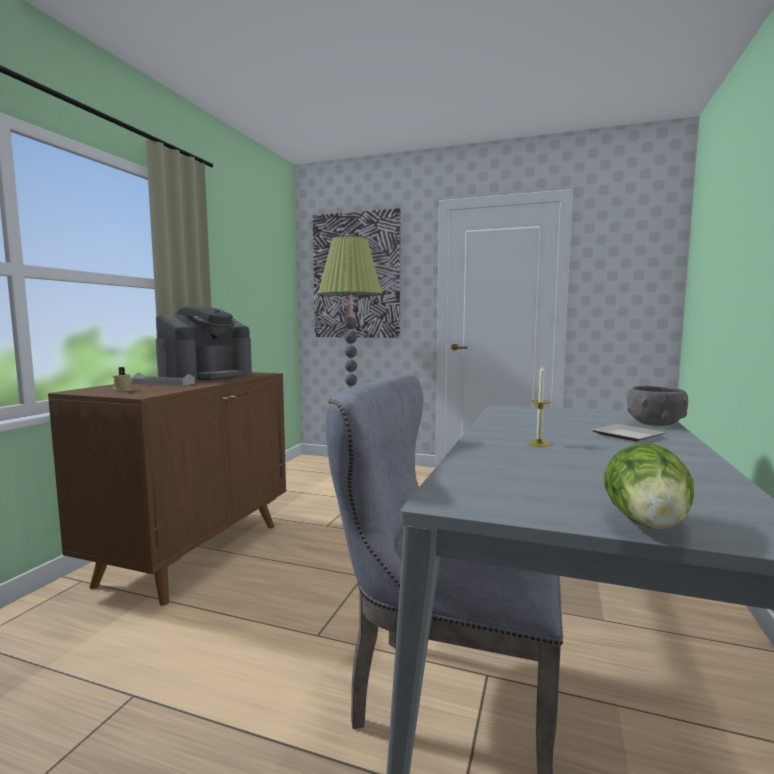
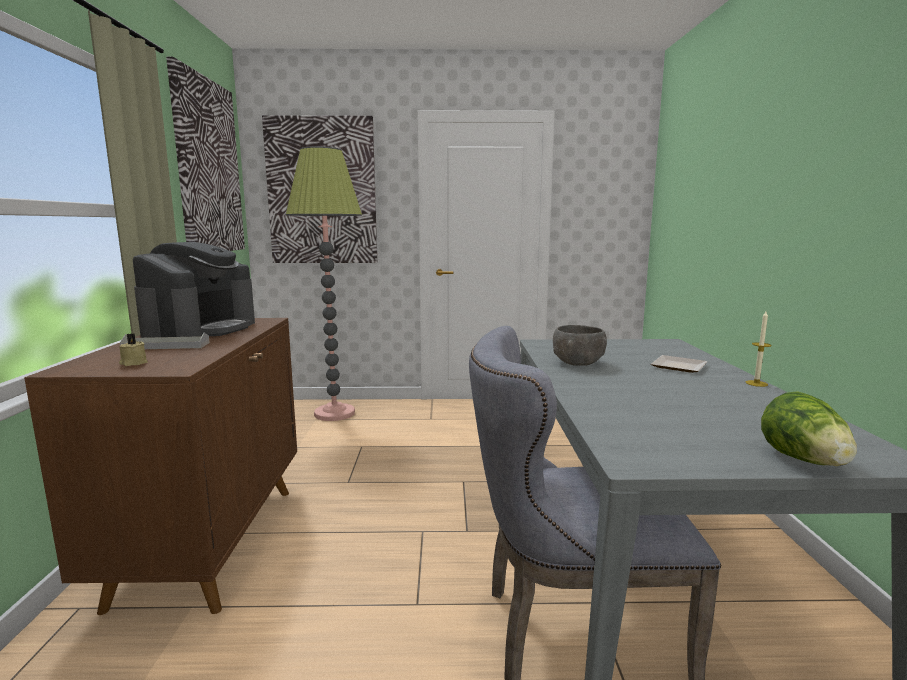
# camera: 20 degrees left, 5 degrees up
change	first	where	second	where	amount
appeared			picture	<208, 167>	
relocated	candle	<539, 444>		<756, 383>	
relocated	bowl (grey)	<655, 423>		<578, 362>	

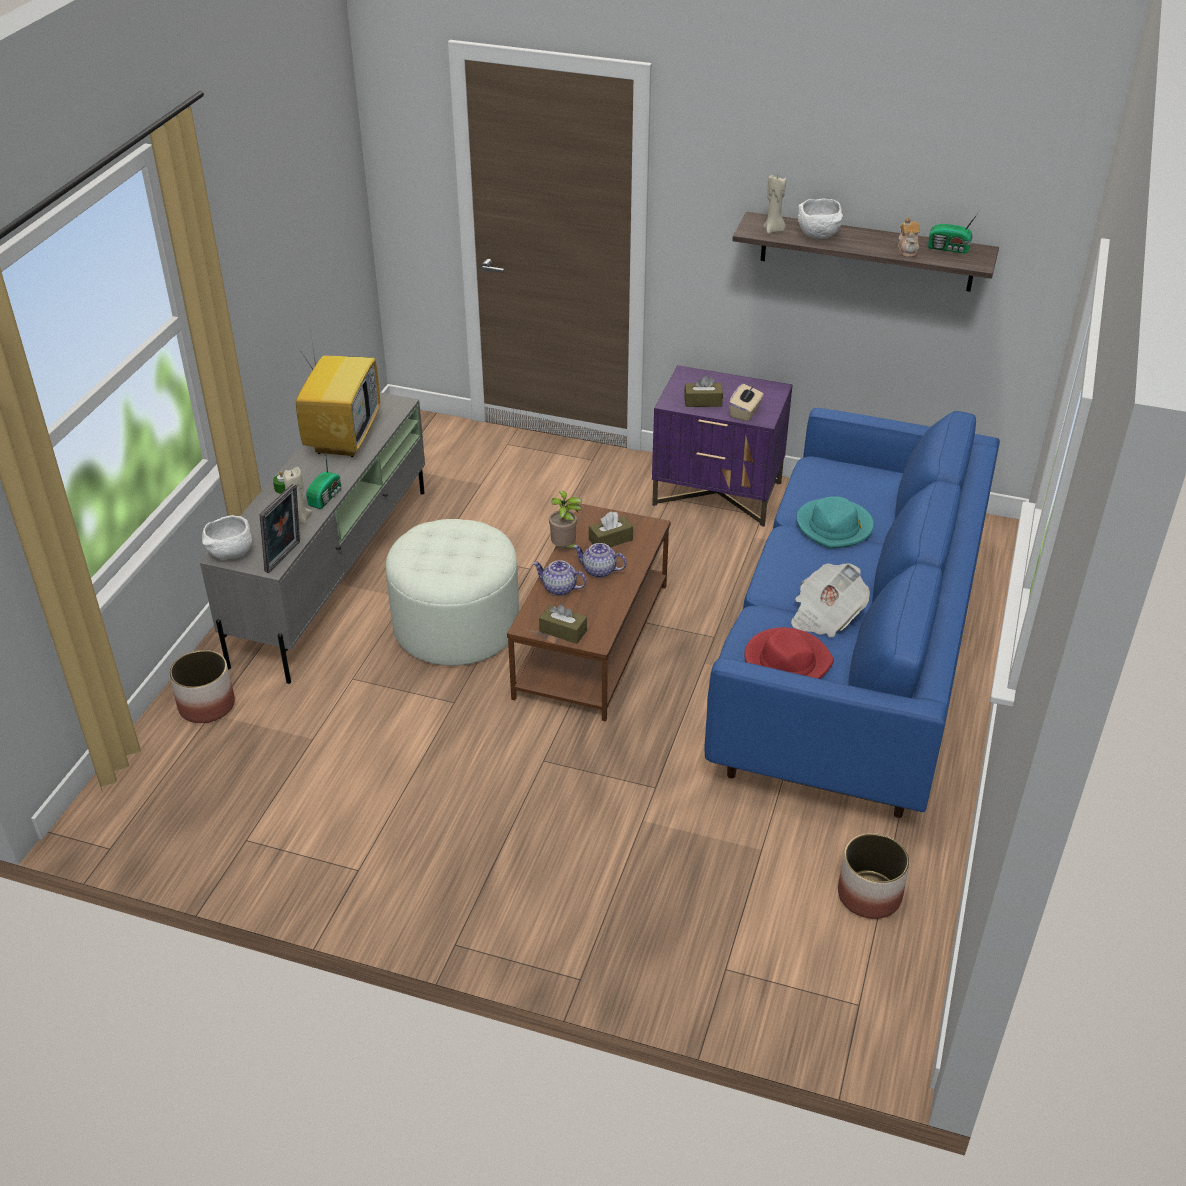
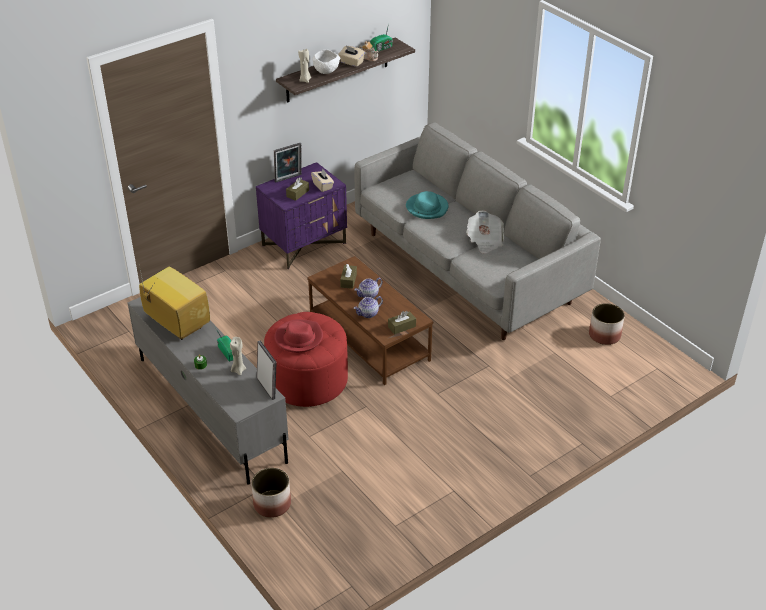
# camera: 55 degrees left, 0 degrees up
change	first	where	second	where	amount
missing	bowl (white)	<230, 554>			
missing	potted plant	<565, 548>			
appeared			picture frame	<288, 179>	
appeared			tissue box (beige)	<351, 62>	
relocated	hat (red)	<787, 661>		<298, 338>	
colour	ottoman (white)	<456, 625>	ottoman (red)	<307, 380>	
colour	sofa (blue)	<847, 664>	sofa (grey)	<467, 269>	

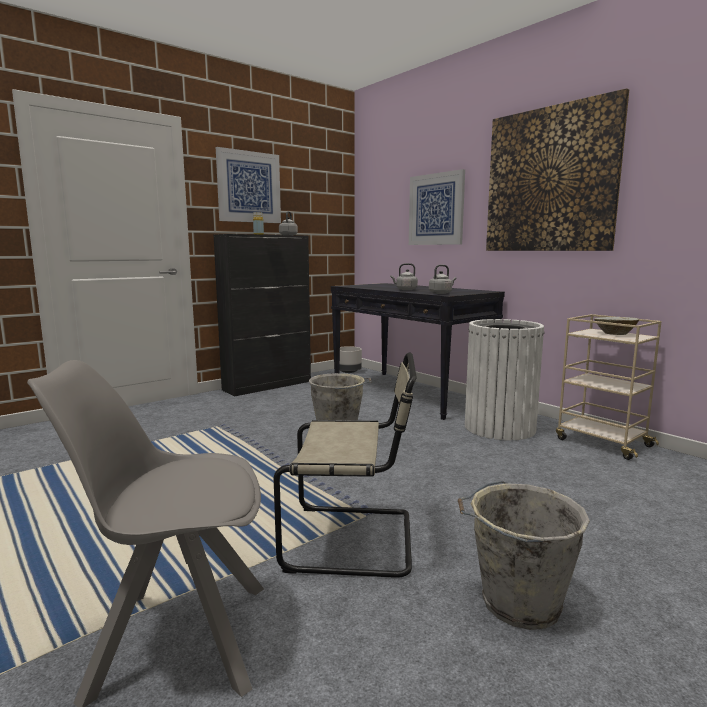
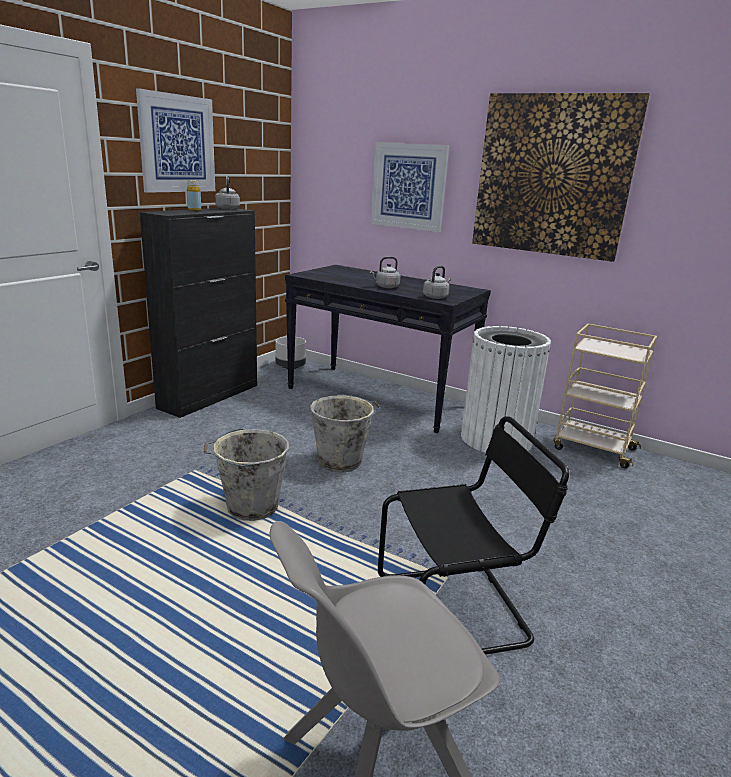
# camera: 20 degrees left, 10 degrees up
change	first	where	second	where	amount
missing	bowl (beige)	<614, 334>			
relocated	bucket (grey)	<517, 602>		<250, 507>	
colour	chair (beige)	<355, 540>	chair (black)	<457, 610>	

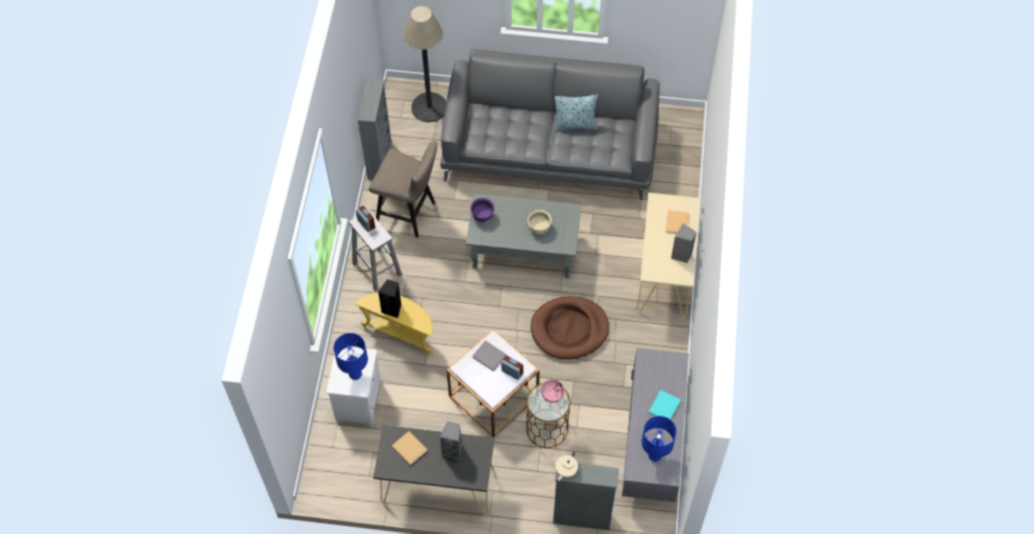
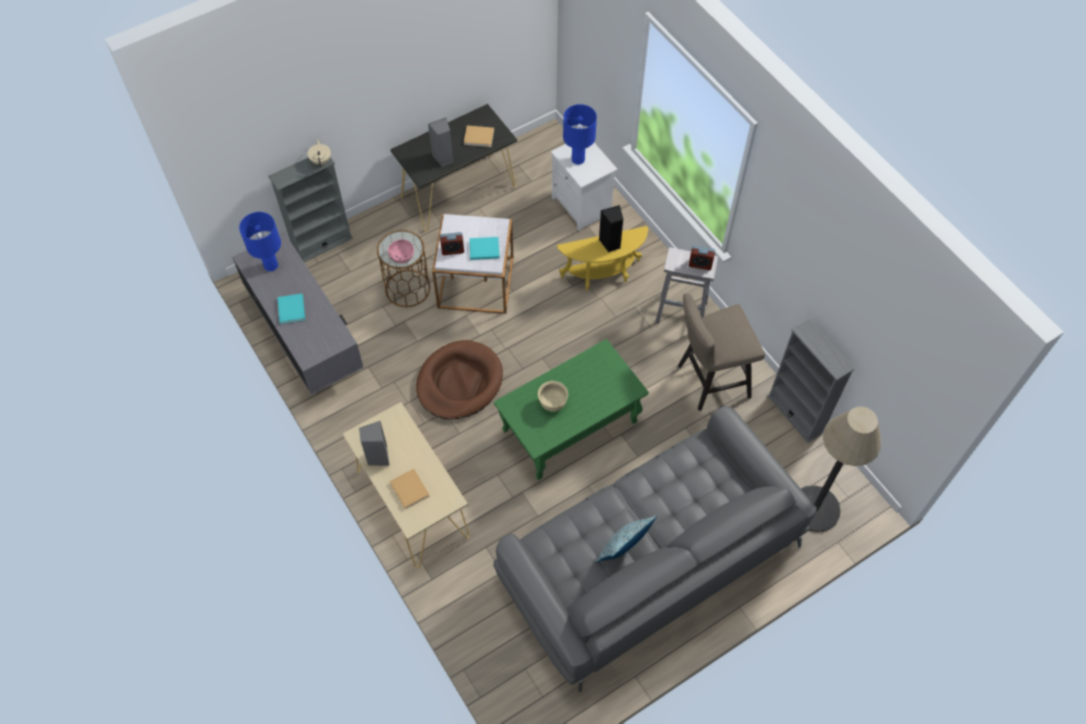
# camera: 140 degrees right, 0 degrees up
change	first	where	second	where	amount
missing	bowl (purple)	<482, 216>			
colour	coffee table (grey)	<524, 250>	coffee table (green)	<569, 426>	
colour	book (grey)	<490, 357>	book (turquoise)	<483, 249>	

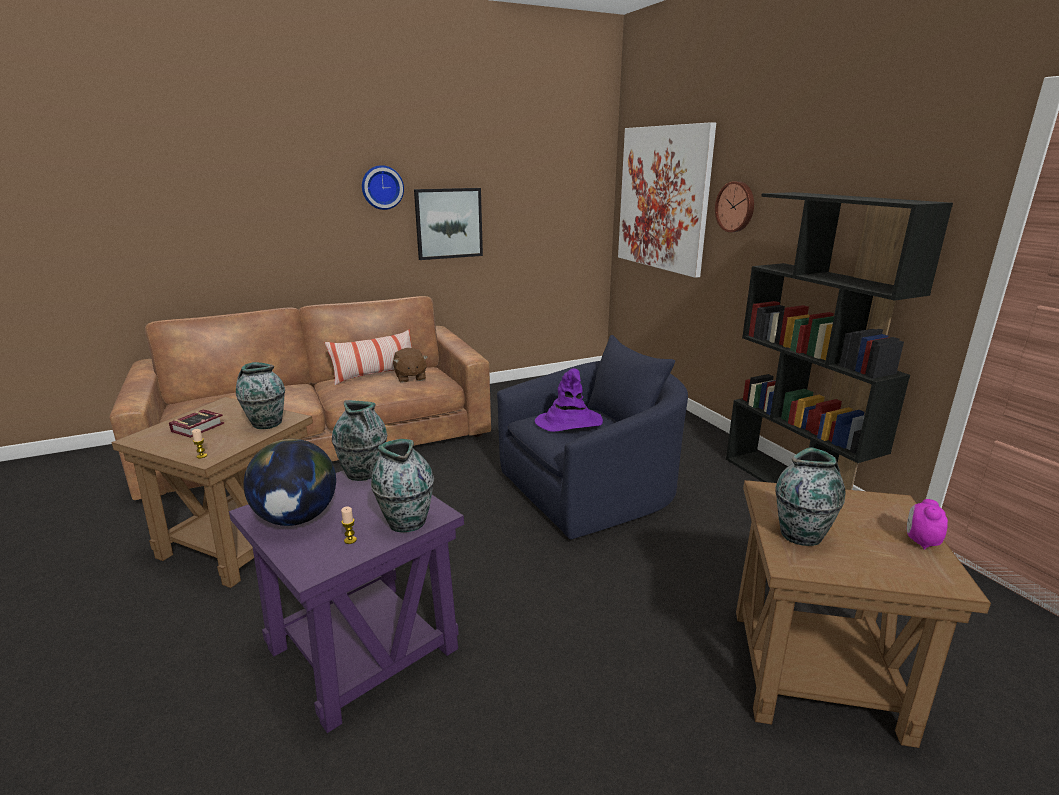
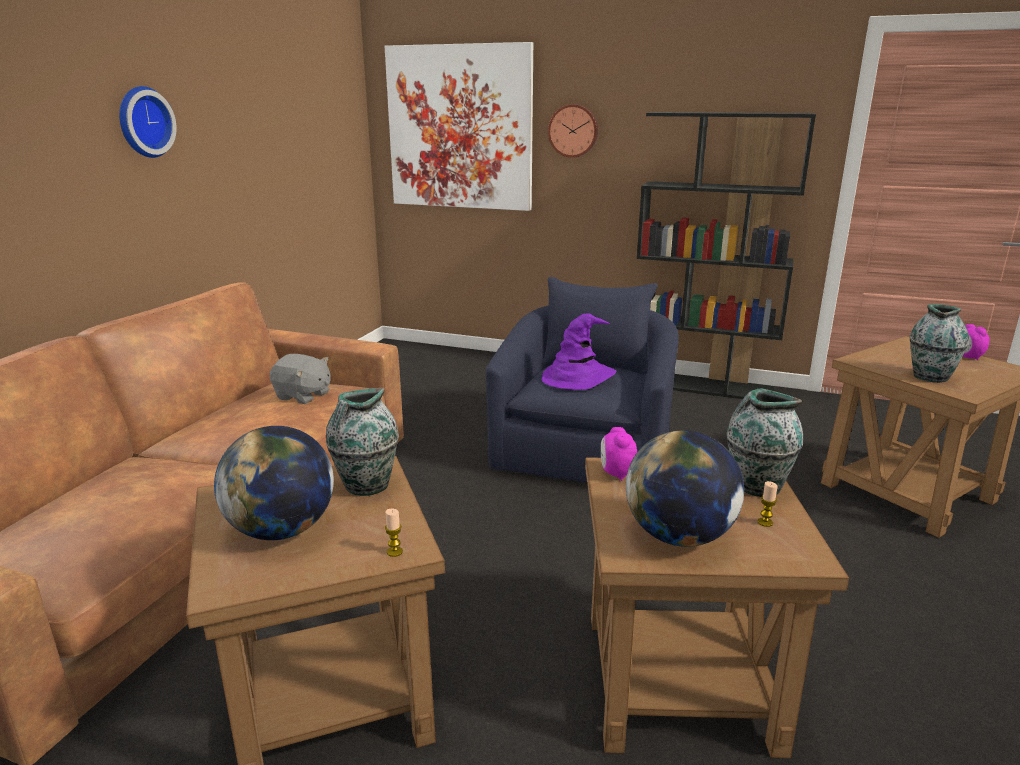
# camera: 45 degrees left, 0 degrees up
change	first	where	second	where	amount
missing	pillow	<375, 375>			
missing	picture	<448, 223>			
exchanged	book	<200, 427>	globe	<282, 530>	
exchanged	vase	<364, 473>	alarm clock	<616, 474>	
colour	side table (purple)	<363, 647>	side table (brown)	<677, 679>	
colour	plush toy (brown)	<410, 378>	plush toy (grey)	<303, 396>	

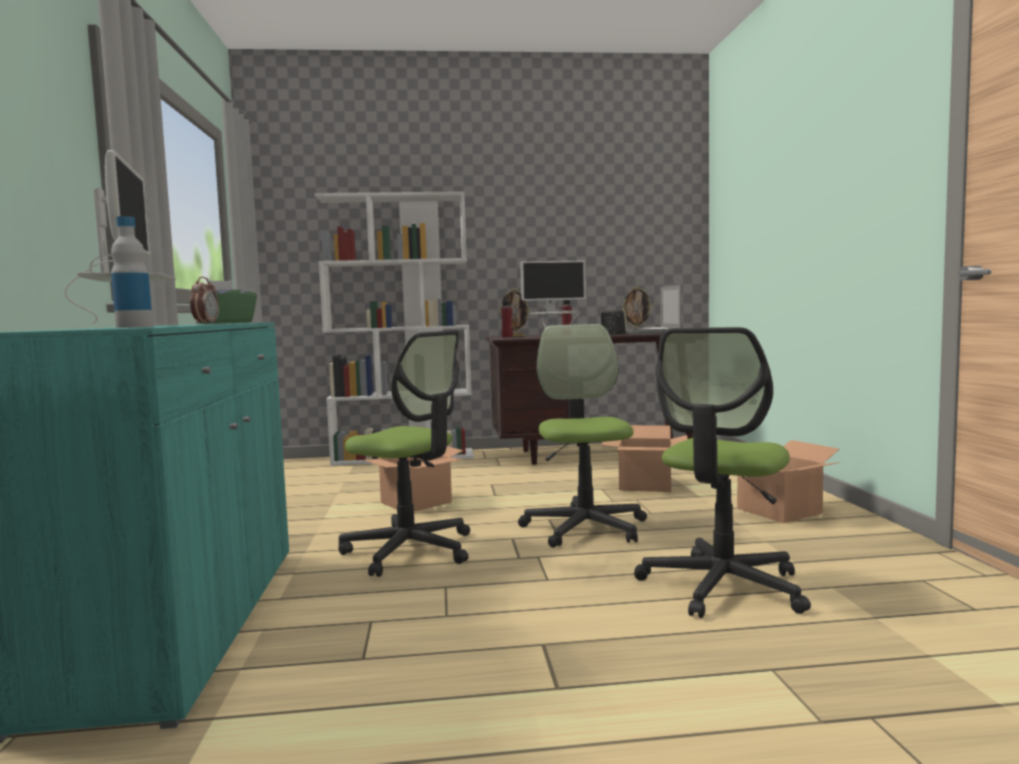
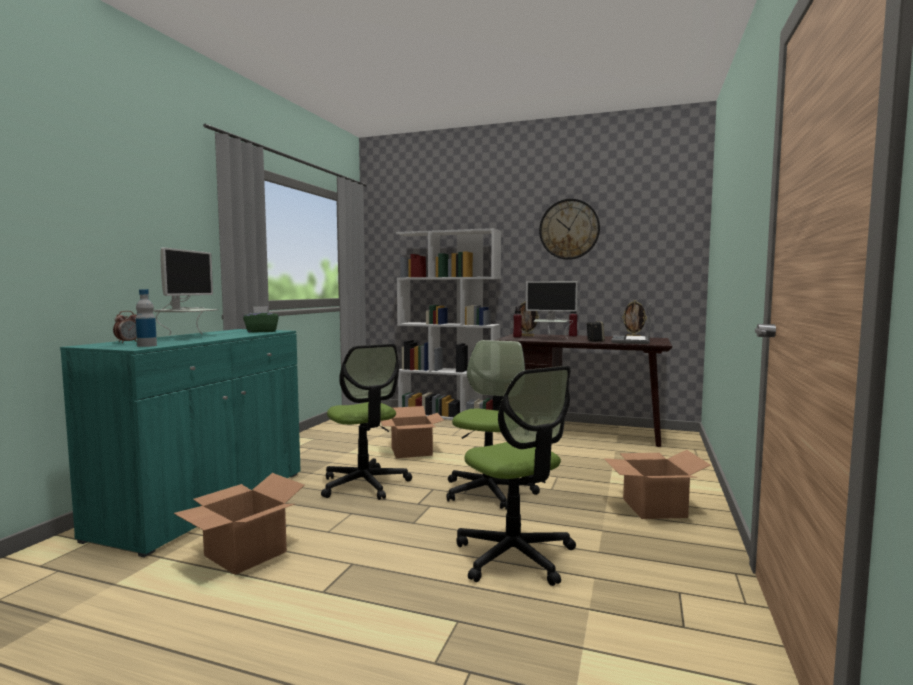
# camera: 25 degrees right, 0 degrees up
change	first	where	second	where	amount
appeared			wall clock	<569, 229>	
relocated	alarm clock	<206, 324>		<128, 342>	
relocated	cardboard box	<646, 485>		<246, 554>	
spun	office chair	<722, 586>		<515, 556>	90 degrees counterclockwise

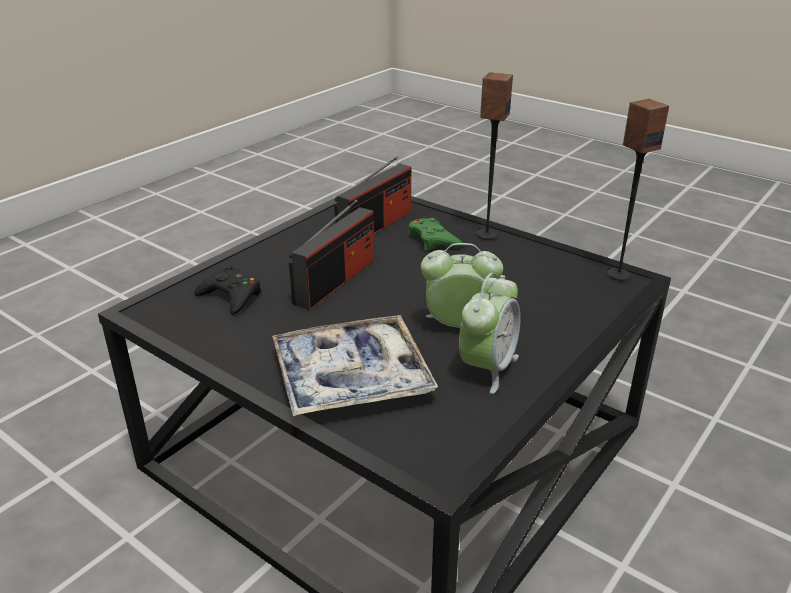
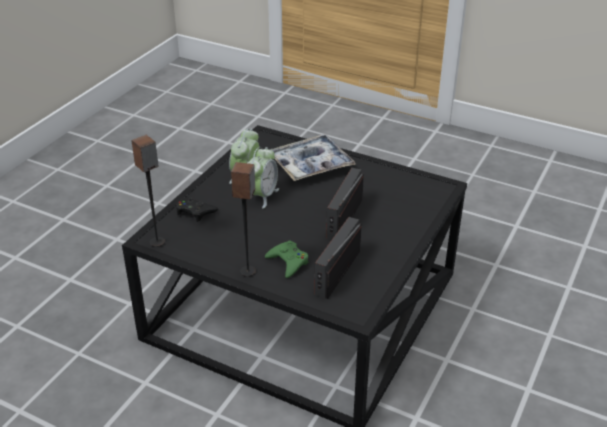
# camera: 170 degrees right, 5 degrees up
change	first	where	second	where	amount
relocated	game controller (black)	<231, 296>		<195, 212>	
spun	alarm clock	<458, 326>		<262, 196>	60 degrees counterclockwise

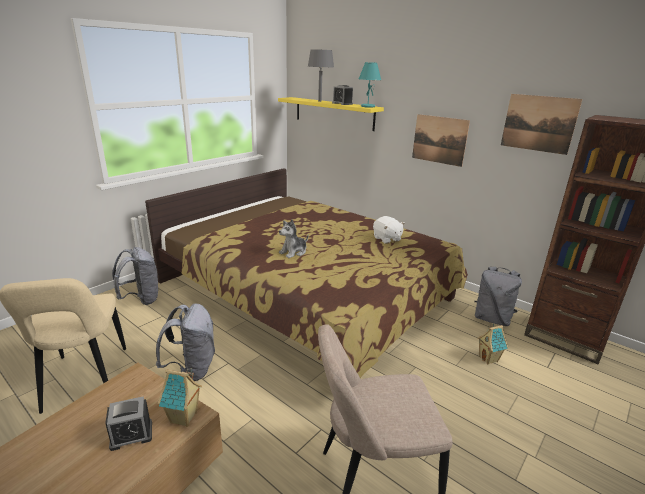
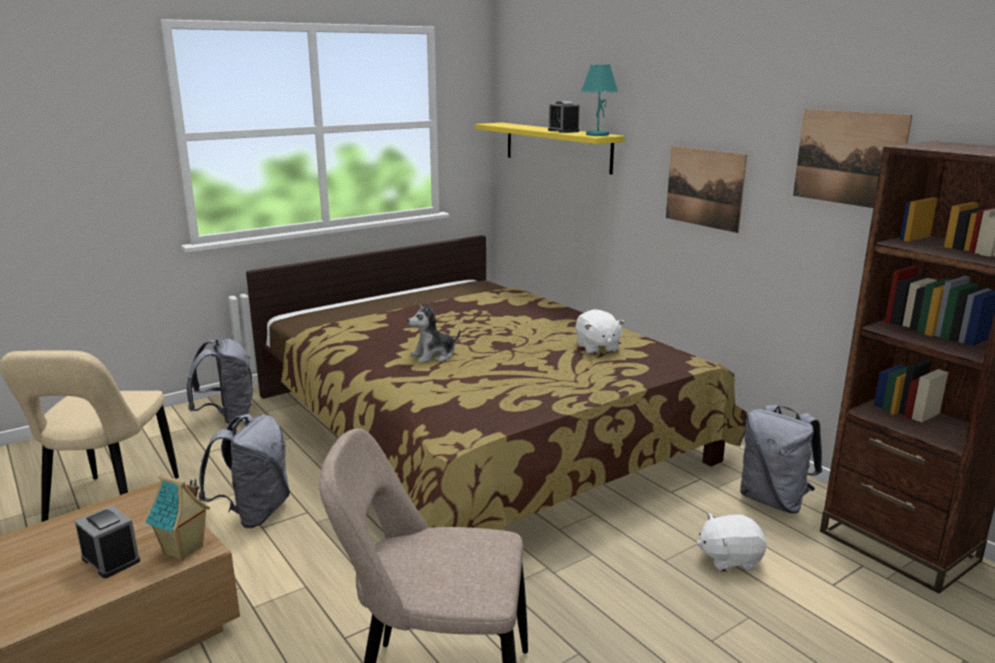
# camera: 15 degrees right, 5 degrees down
change	first	where	second	where	amount
missing	table lamp (grey)	<320, 101>			
exchanged	toy house	<489, 359>	plush toy (white)	<729, 559>	
spun	alarm clock	<131, 435>		<111, 559>	135 degrees counterclockwise

